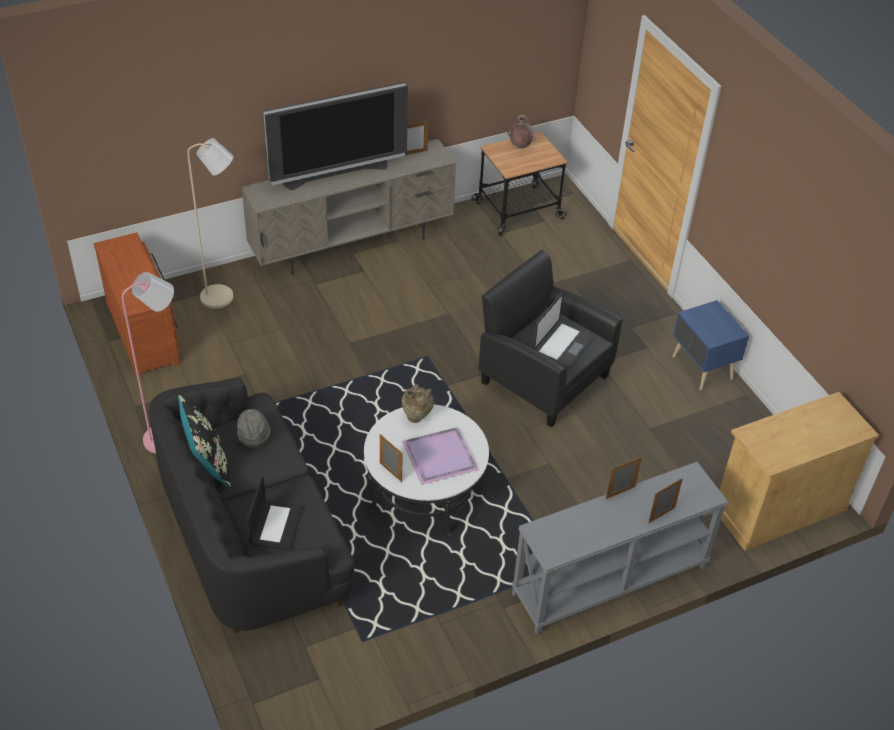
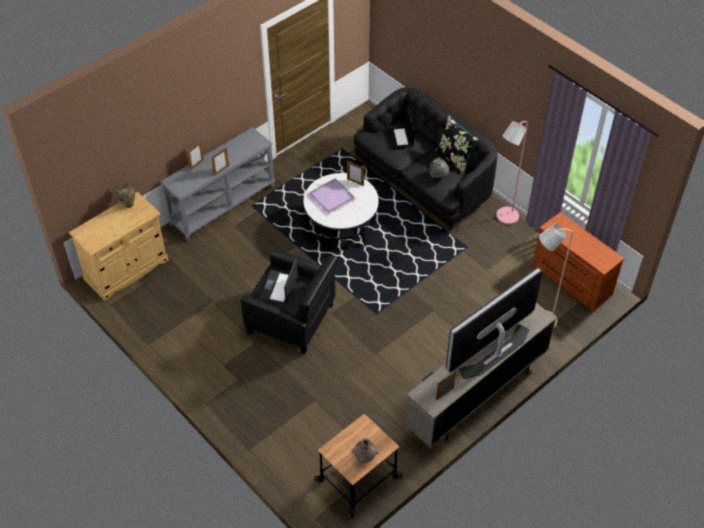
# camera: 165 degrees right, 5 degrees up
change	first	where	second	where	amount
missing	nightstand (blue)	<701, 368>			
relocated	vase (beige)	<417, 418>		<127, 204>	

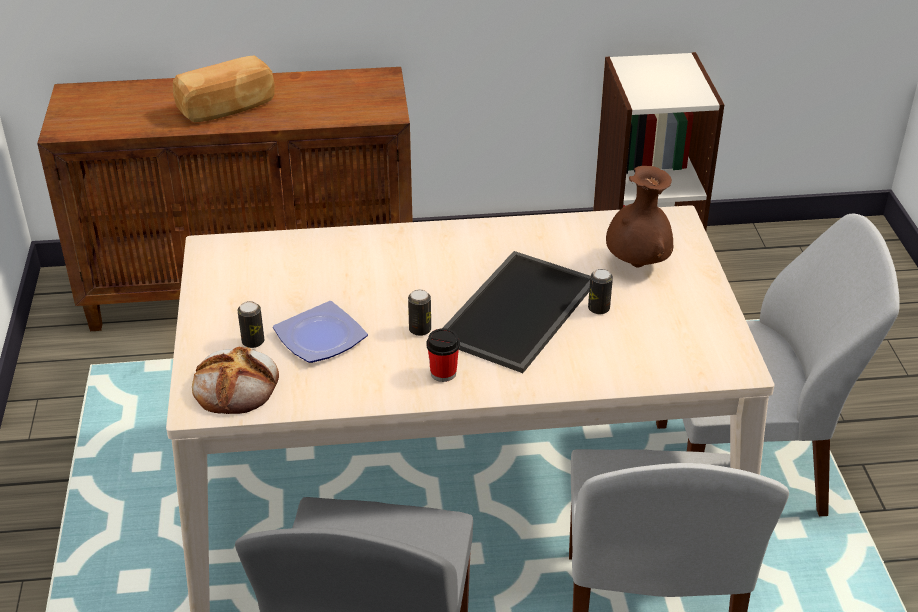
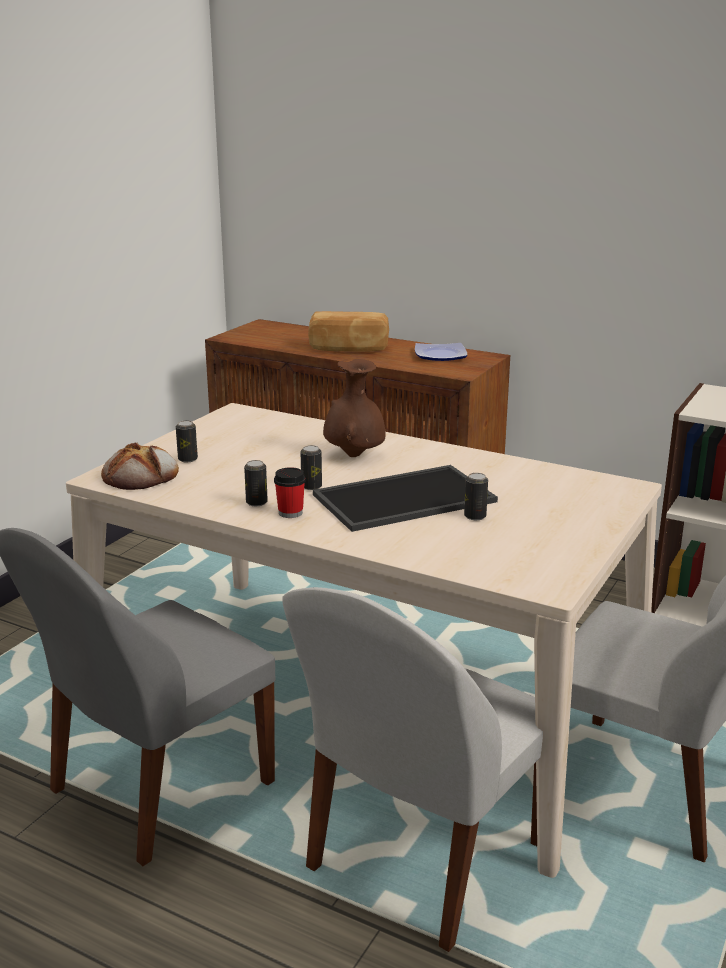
# camera: 35 degrees right, 15 degrees down
change	first	where	second	where	amount
appeared			can	<256, 502>	
relocated	plate	<321, 336>		<441, 355>	
relocated	vase (brown)	<637, 264>		<354, 456>	

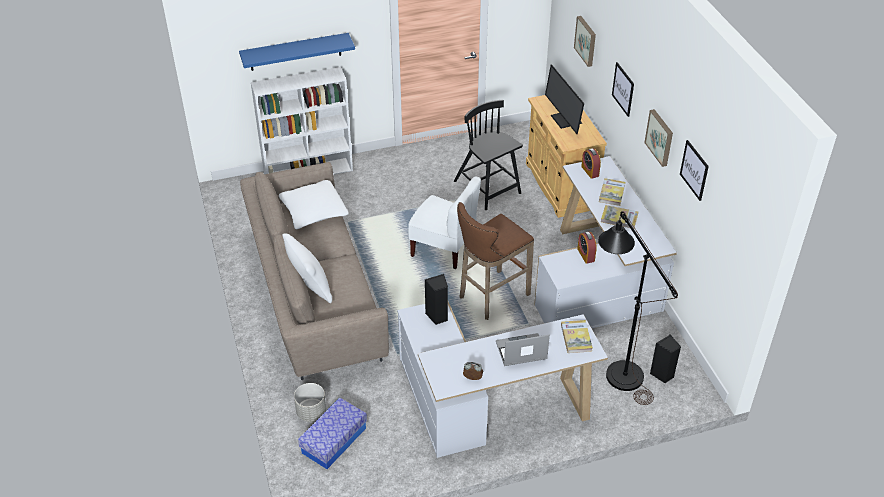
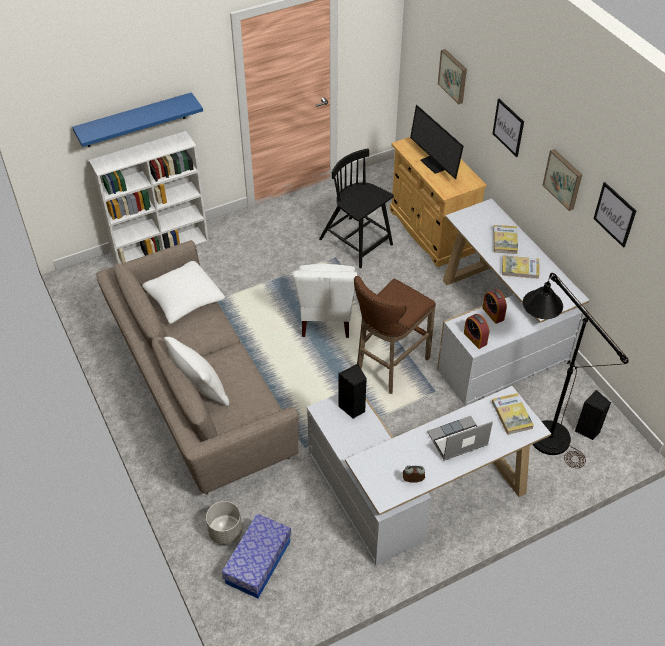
# camera: 10 degrees left, 5 degrees up
change	first	where	second	where	amount
relocated	alarm clock	<590, 171>		<475, 338>	
spun	chair (white)	<443, 249>		<326, 318>	75 degrees clockwise

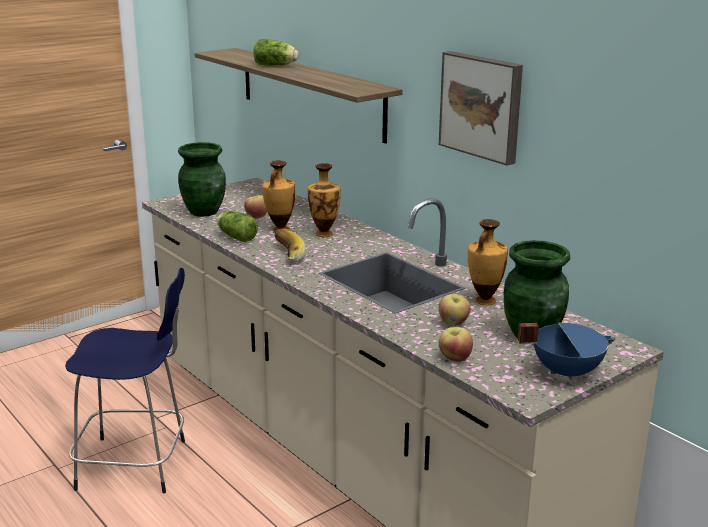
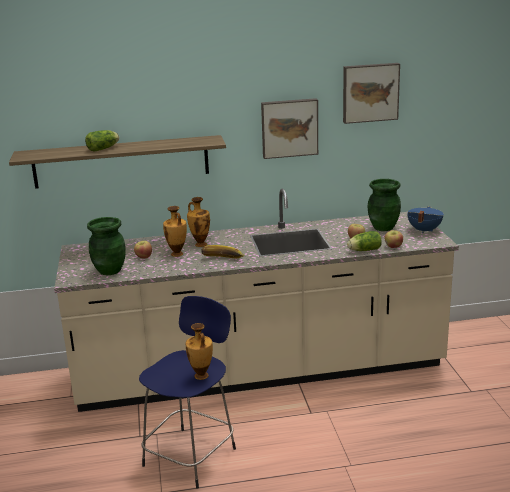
# camera: 60 degrees left, 0 degrees up
change	first	where	second	where	amount
appeared			picture	<370, 92>	
relocated	lettuce	<235, 237>		<363, 250>	
relocated	vase	<484, 301>		<201, 376>	

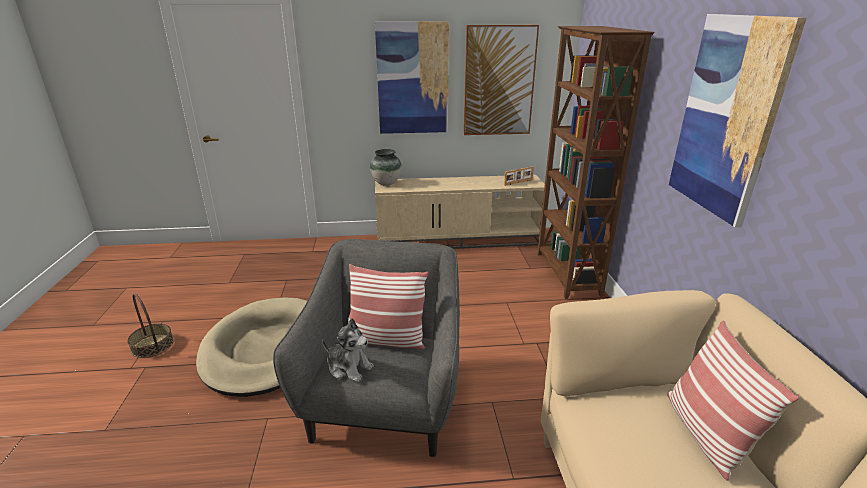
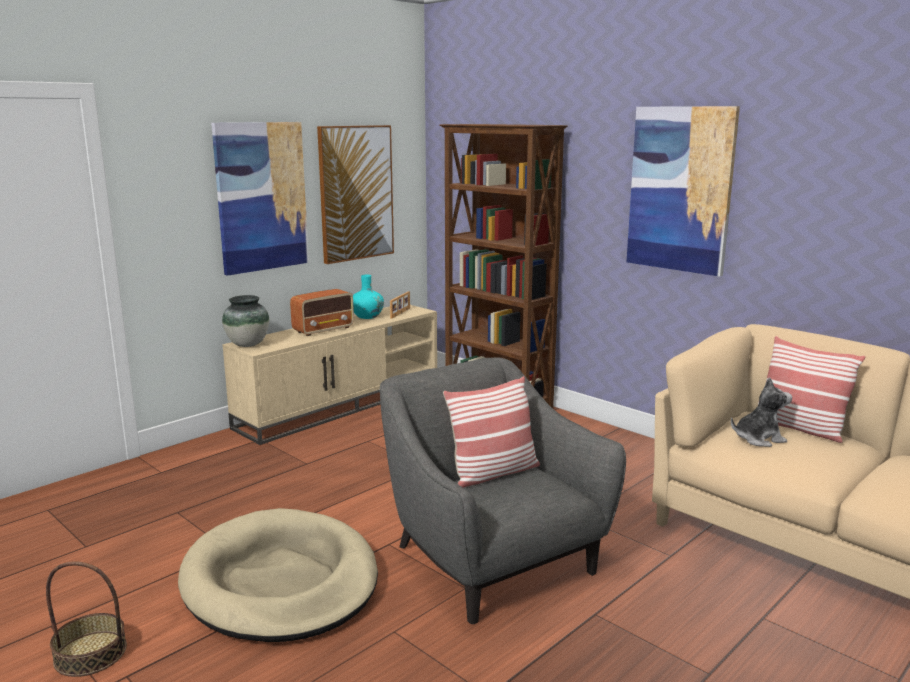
# camera: 40 degrees left, 10 degrees down
change	first	where	second	where	amount
appeared			radio	<324, 329>	
appeared			vase (turquoise)	<367, 316>	
relocated	plush toy	<349, 367>		<758, 439>	

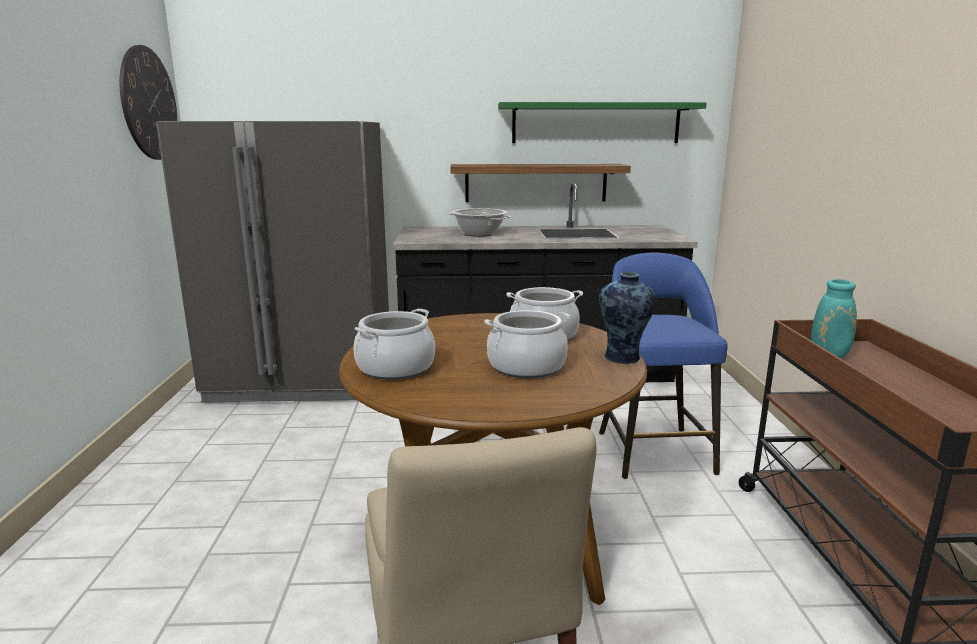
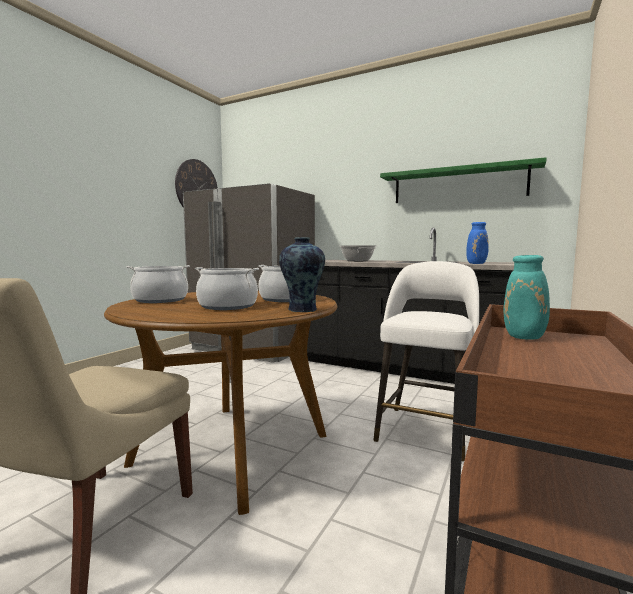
# camera: 30 degrees right, 10 degrees down
change	first	where	second	where	amount
missing	shelf	<536, 183>			
appeared			vase (blue)	<477, 263>	
colour	stool (blue)	<654, 450>	stool (white)	<425, 430>	

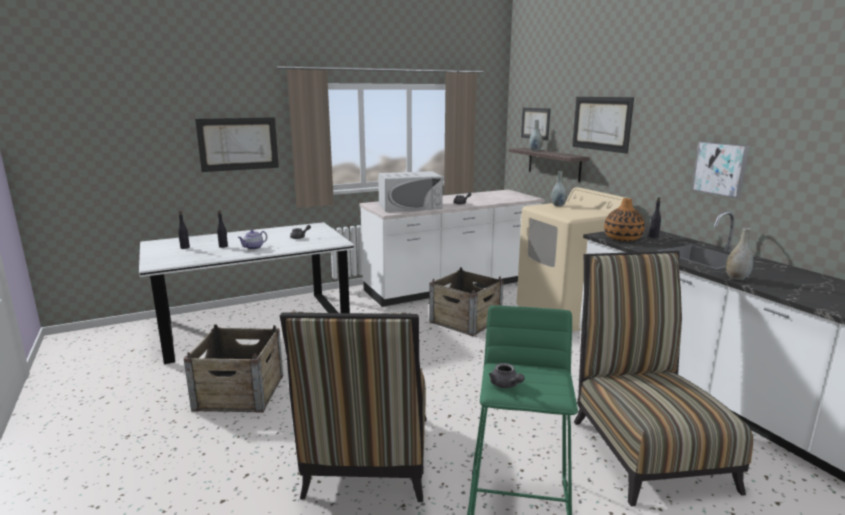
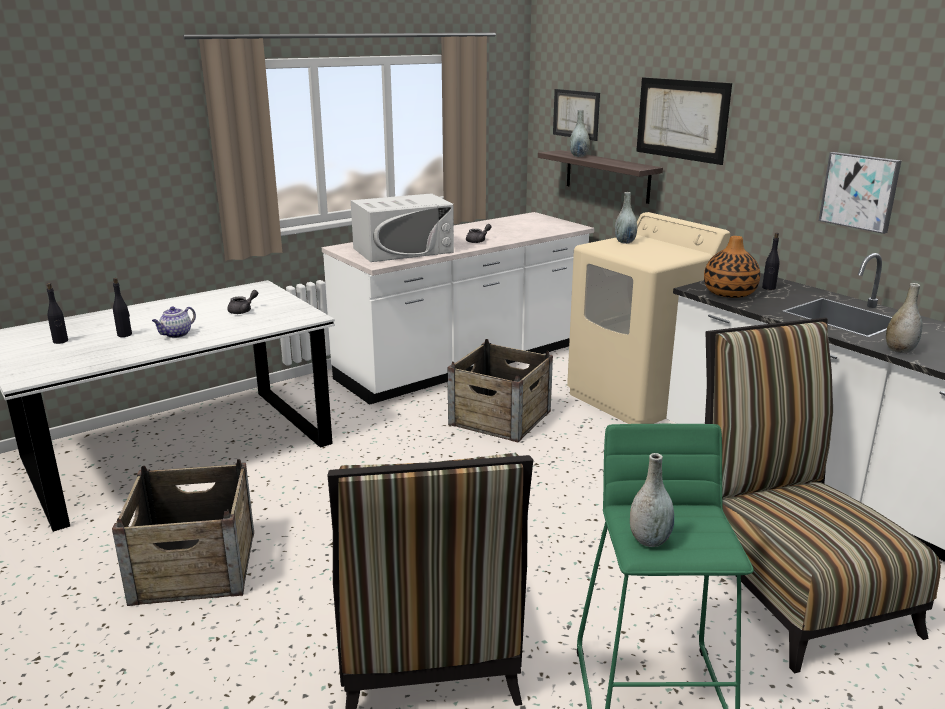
# camera: 10 degrees left, 5 degrees up
change	first	where	second	where	amount
missing	picture	<238, 144>			
exchanged	teapot (grey)	<506, 385>	vase (grey)	<649, 540>	

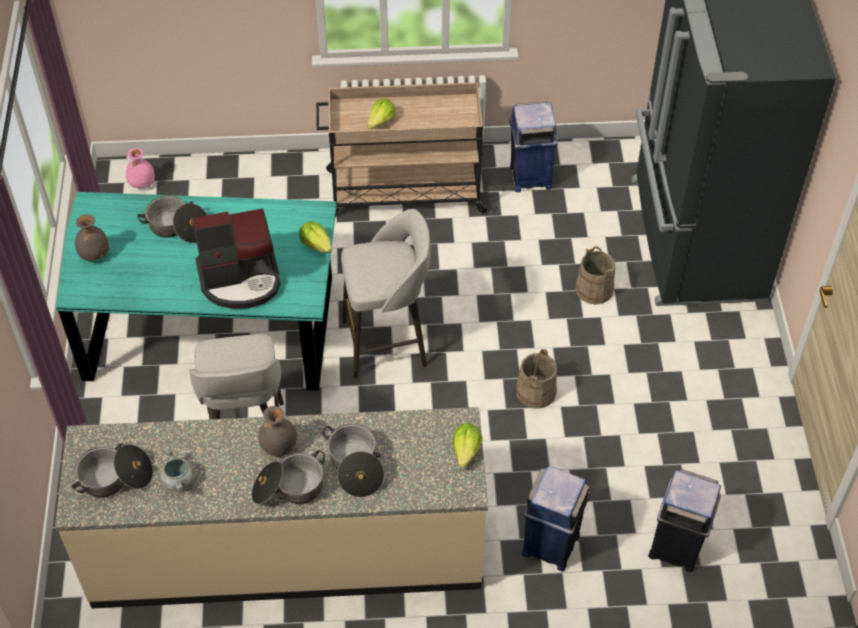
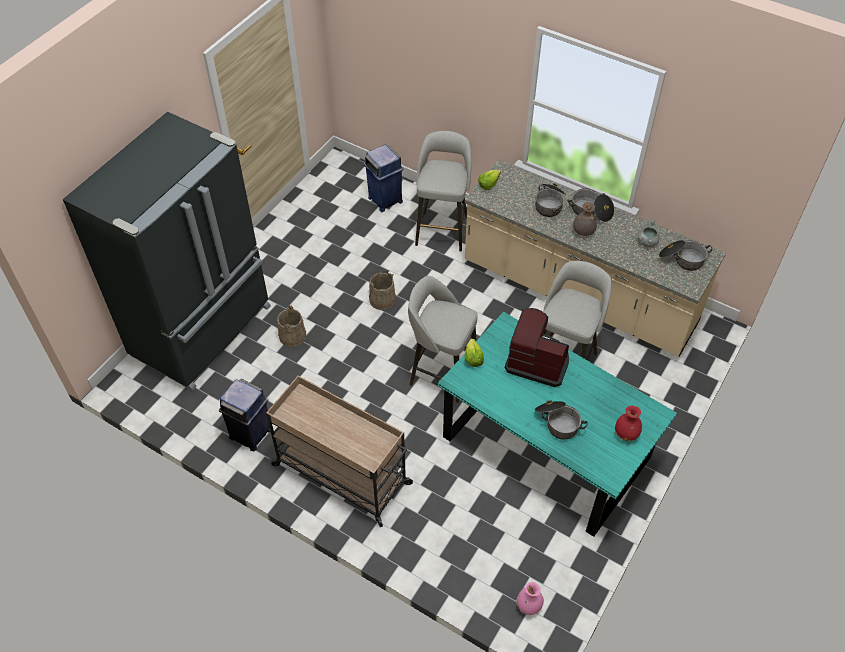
# camera: 145 degrees left, 0 degrees up
change	first	where	second	where	amount
missing	lettuce	<381, 122>			
exchanged	trash can (blue)	<551, 544>	stool (grey)	<442, 230>	
colour	vase (grey)	<94, 254>	vase (red)	<626, 434>	

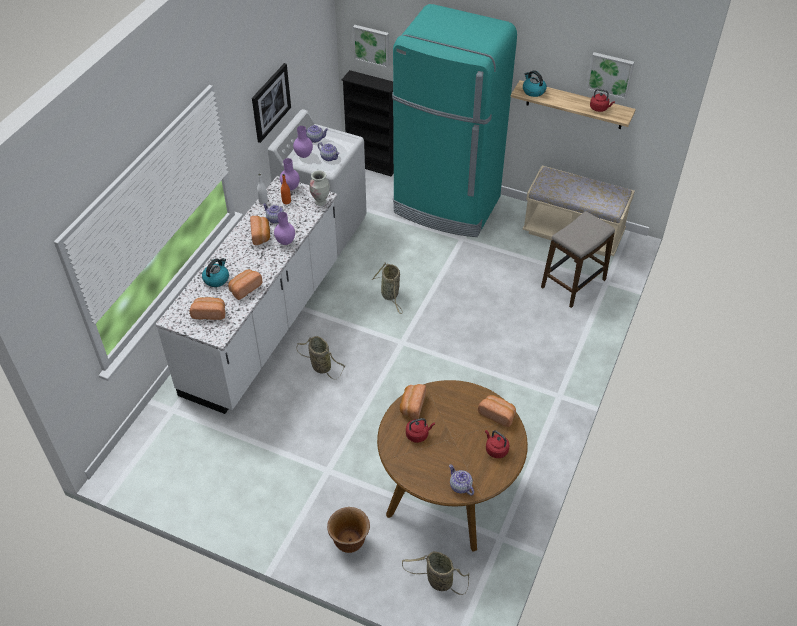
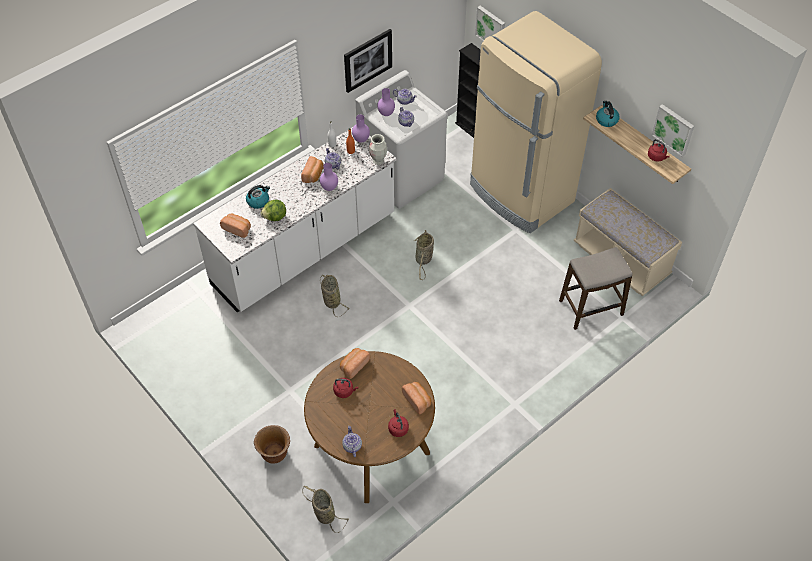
# camera: 25 degrees right, 5 degrees up
change	first	where	second	where	amount
exchanged	bread	<244, 288>	lettuce	<275, 217>	
colour	fridge (turquoise)	<447, 206>	fridge (beige)	<521, 194>	

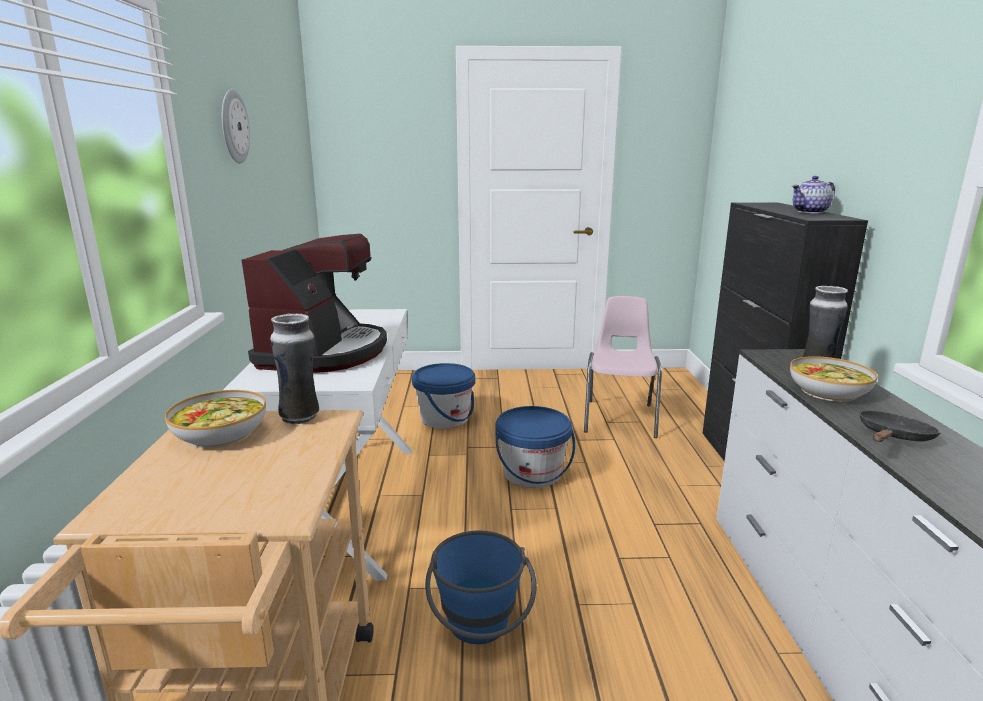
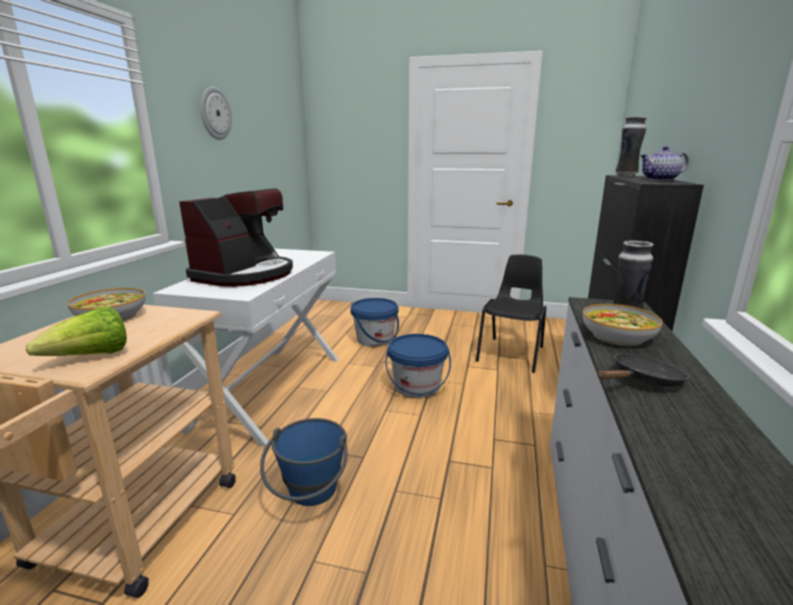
# camera: 15 degrees right, 0 degrees up
change	first	where	second	where	amount
appeared			lettuce	<91, 357>	
relocated	vase	<300, 417>		<626, 175>	
colour	chair (pink)	<620, 418>	chair (black)	<512, 354>	

